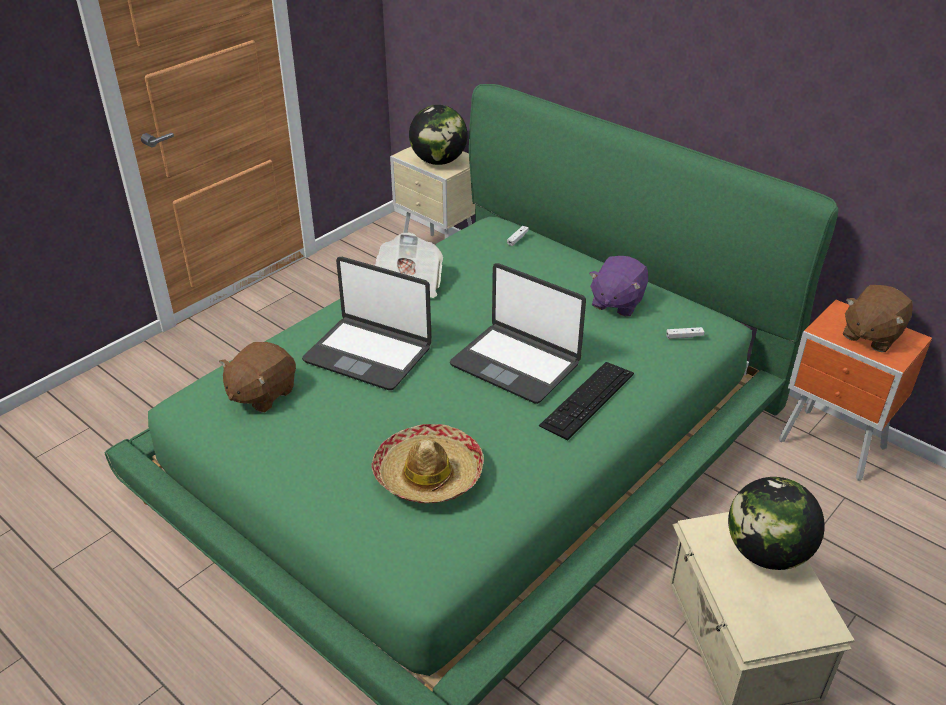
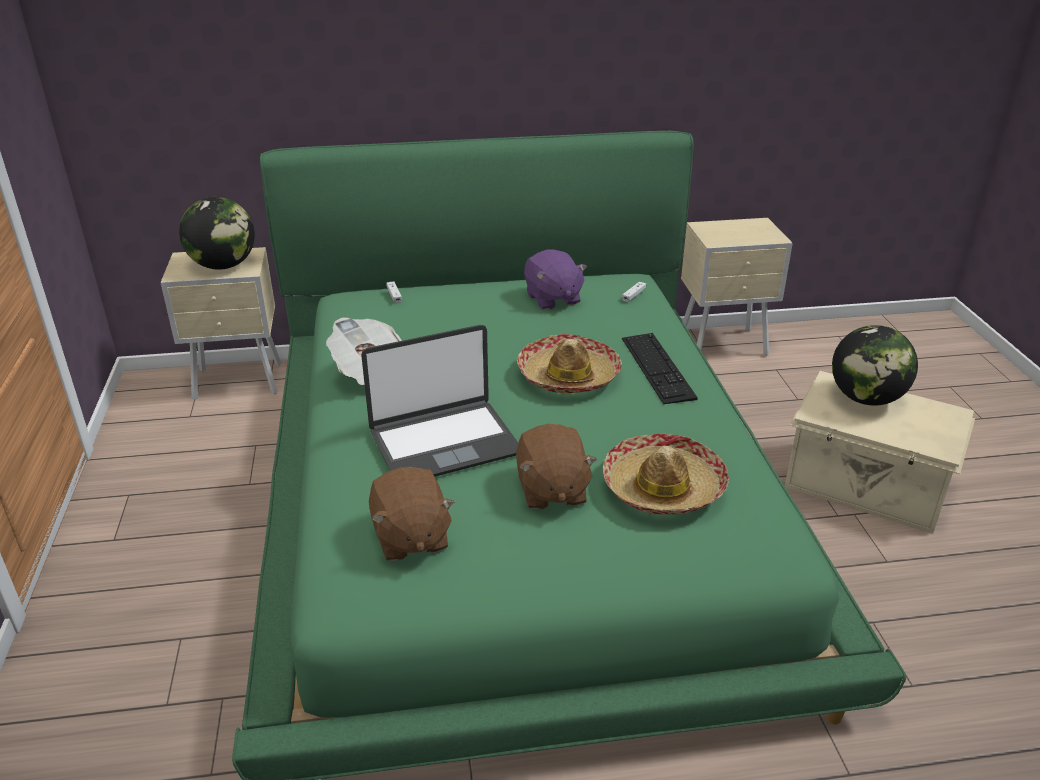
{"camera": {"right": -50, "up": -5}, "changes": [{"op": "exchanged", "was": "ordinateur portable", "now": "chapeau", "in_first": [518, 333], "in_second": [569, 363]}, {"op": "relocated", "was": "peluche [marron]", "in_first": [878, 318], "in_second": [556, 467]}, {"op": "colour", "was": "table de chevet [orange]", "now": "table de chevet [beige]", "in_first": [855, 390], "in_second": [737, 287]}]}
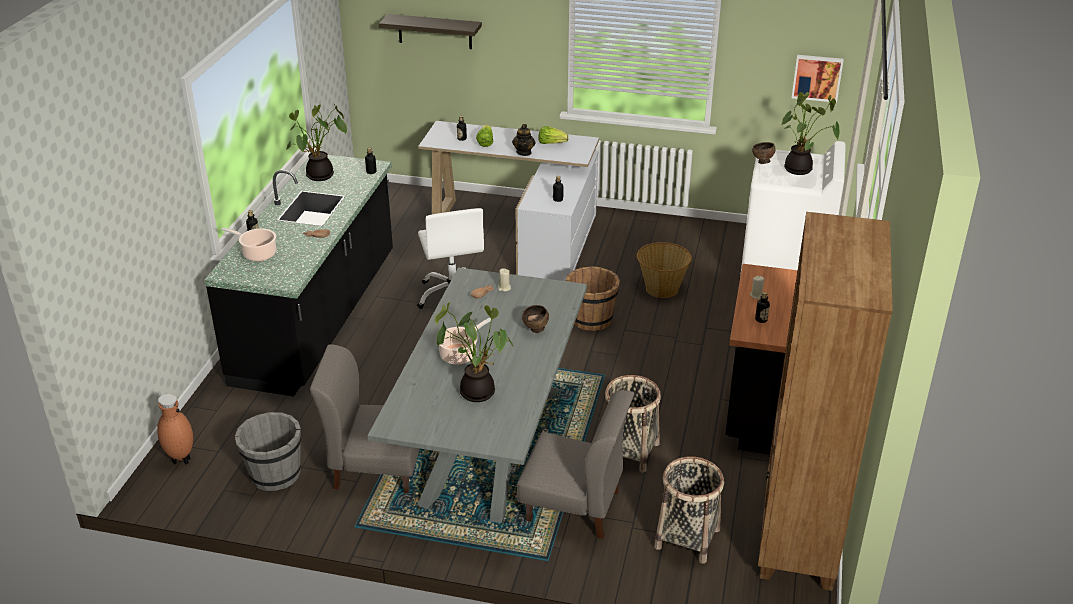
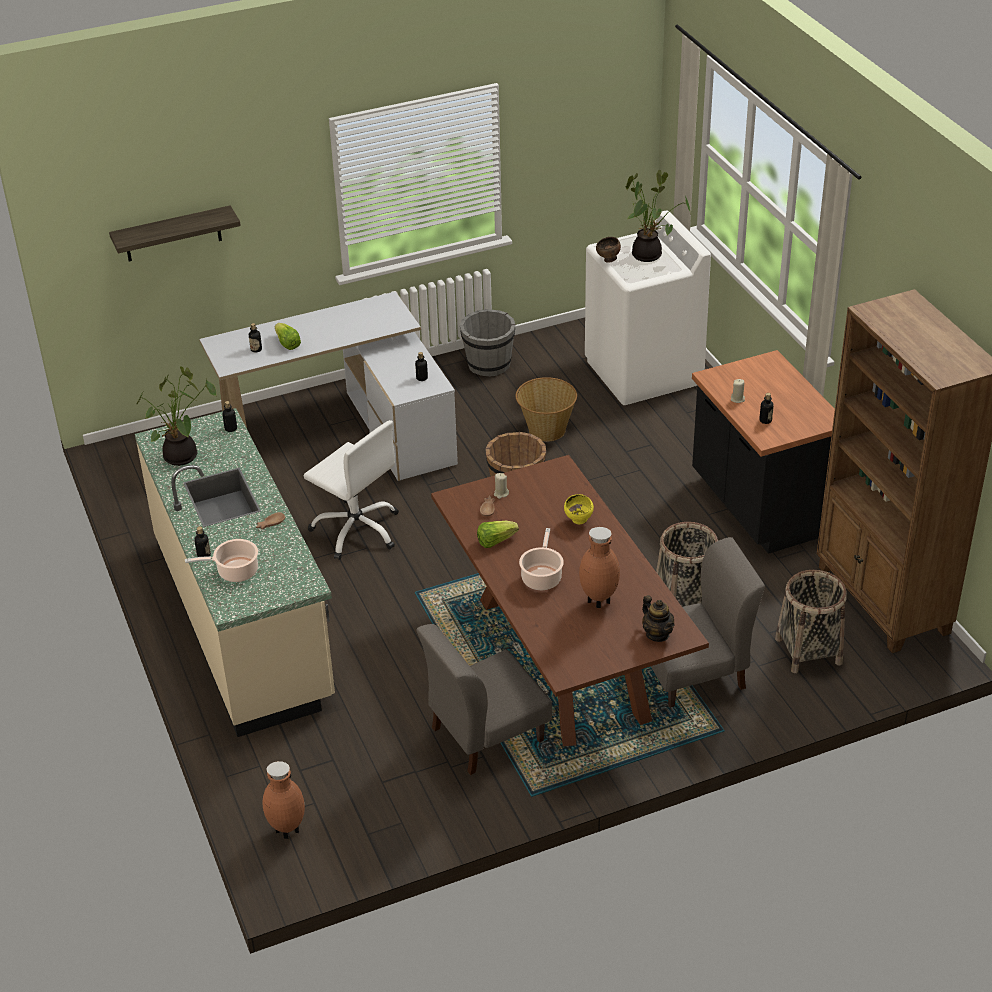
{"camera": {"right": -35, "up": 5}, "changes": [{"op": "missing", "was": "tableau", "in_first": [818, 79]}, {"op": "relocated", "was": "théière", "in_first": [523, 140], "in_second": [658, 618]}, {"op": "relocated", "was": "laitue", "in_first": [554, 135], "in_second": [498, 534]}, {"op": "colour", "was": "comptoir de cuisine [noir]", "now": "comptoir de cuisine [beige]", "in_first": [298, 276], "in_second": [235, 572]}, {"op": "colour", "was": "table à manger [gris]", "now": "table à manger [marron]", "in_first": [477, 395], "in_second": [570, 600]}, {"op": "exchanged", "was": "plante en pot", "now": "vase [marron]", "in_first": [475, 352], "in_second": [599, 567]}, {"op": "colour", "was": "bol [marron]", "now": "bol [jaune]", "in_first": [535, 319], "in_second": [579, 509]}, {"op": "relocated", "was": "seau [gris]", "in_first": [268, 451], "in_second": [488, 343]}]}
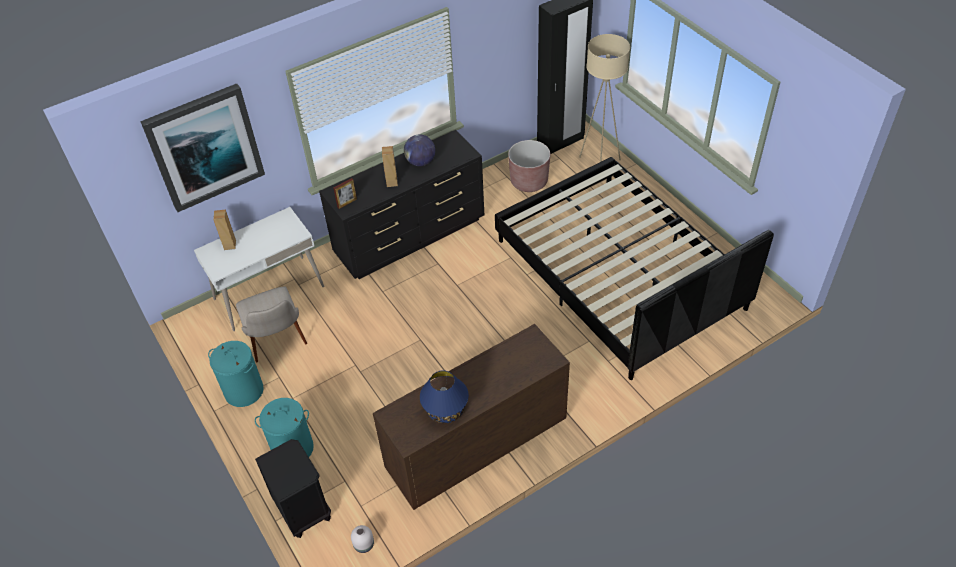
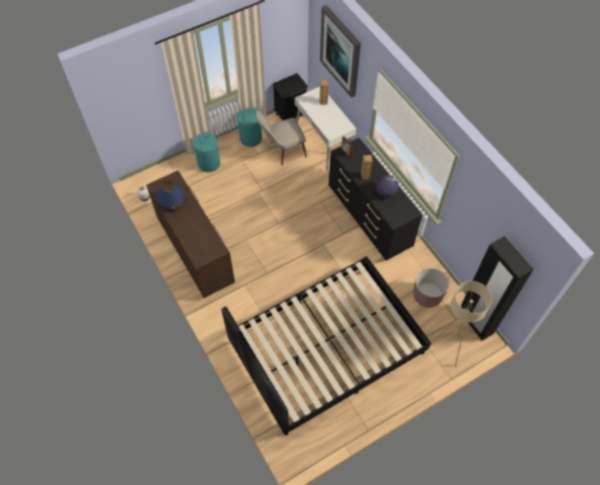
{"camera": {"right": 90, "up": 10}, "changes": [{"op": "relocated", "was": "table de chevet [noir]", "in_first": [293, 488], "in_second": [290, 97]}]}
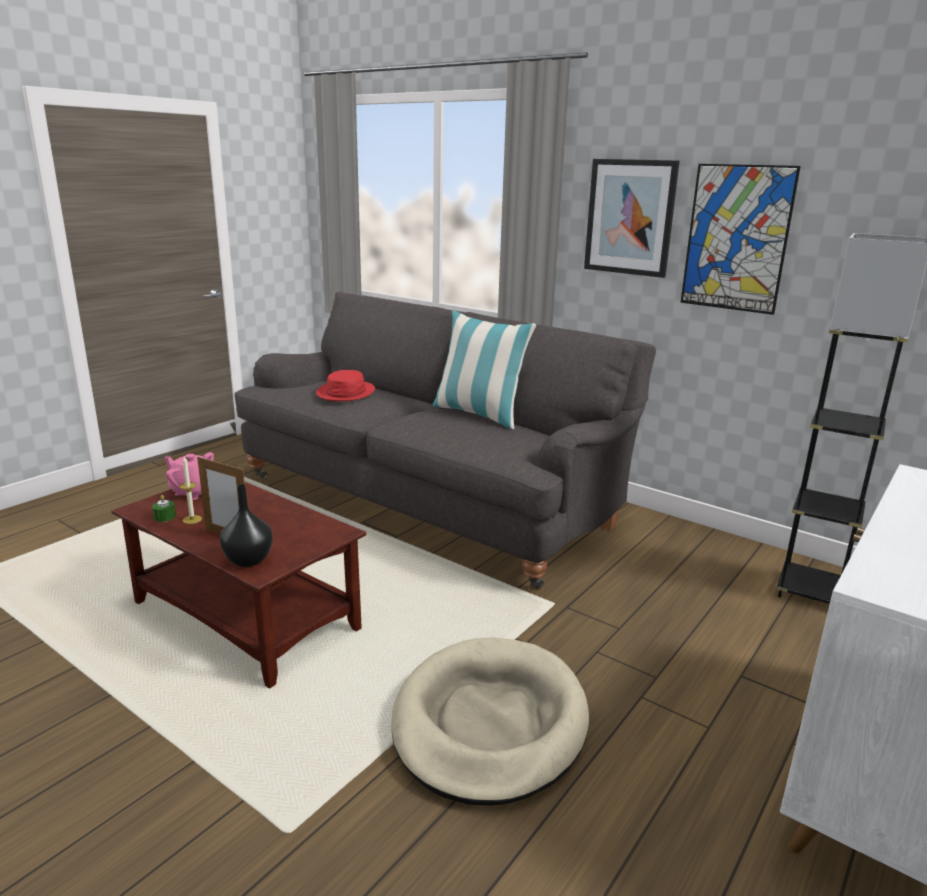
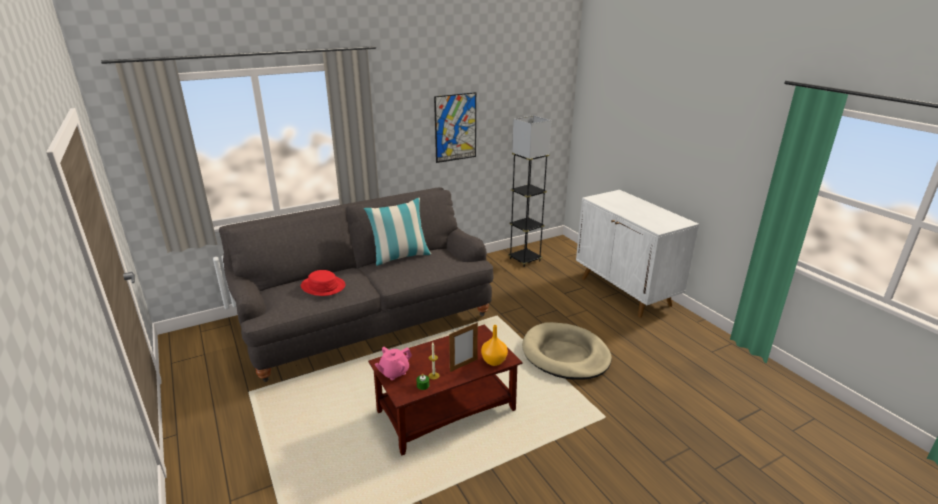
{"camera": {"right": -65, "up": 5}, "changes": [{"op": "missing", "was": "tableau", "in_first": [632, 218]}, {"op": "colour", "was": "vase [noir]", "now": "vase [orange]", "in_first": [246, 525], "in_second": [494, 345]}]}
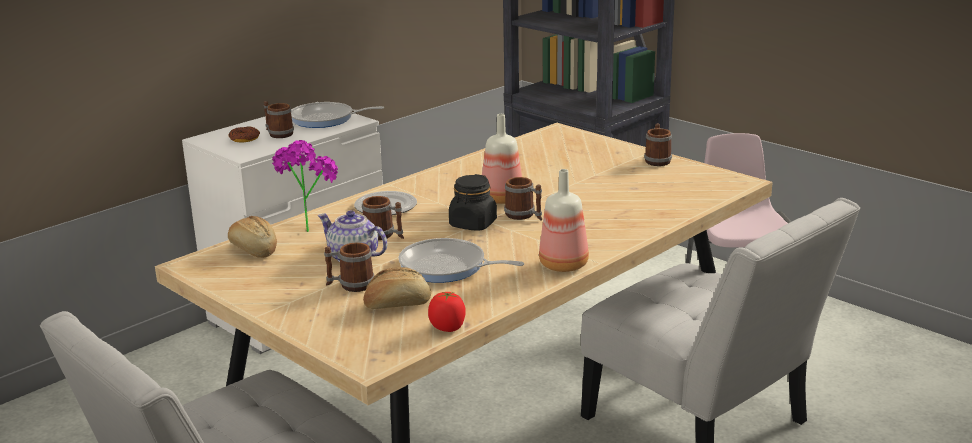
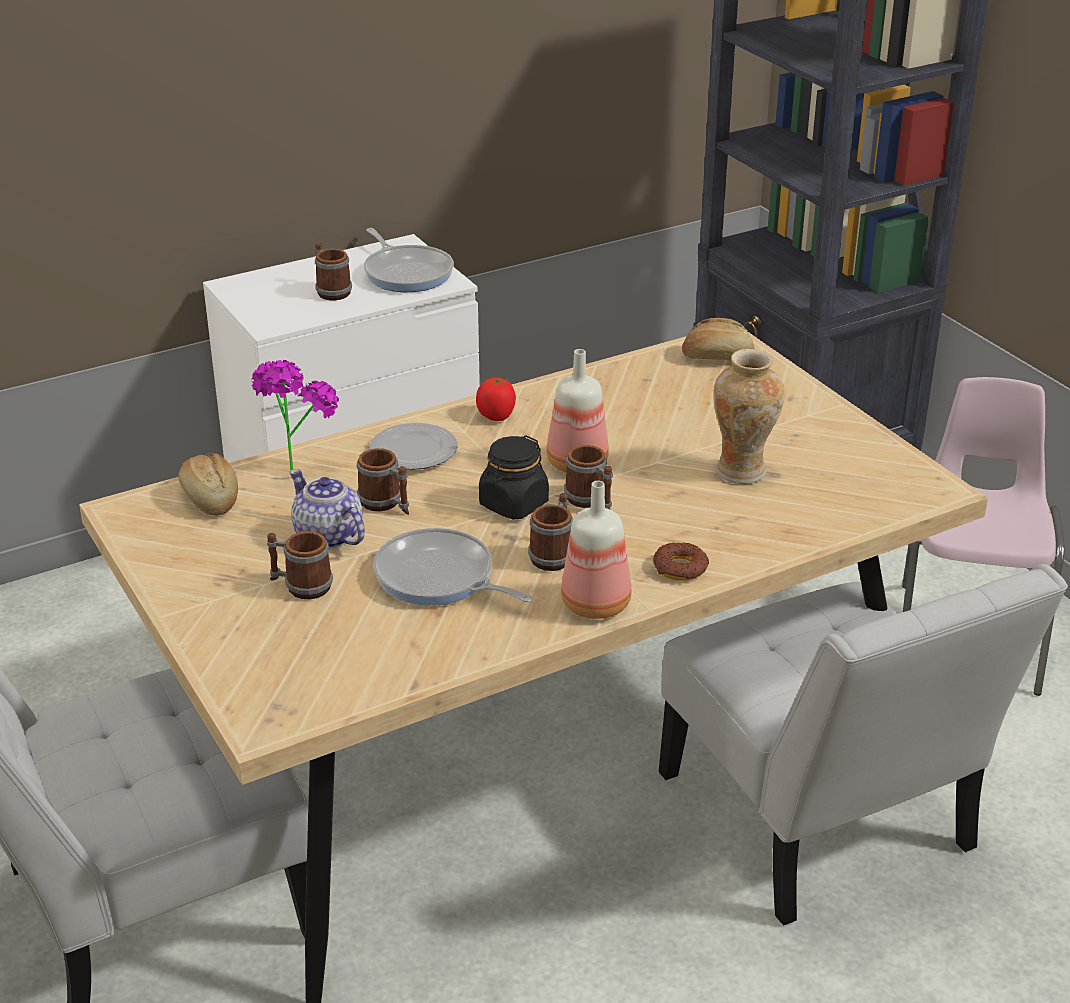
{"camera": {"right": 15, "up": 10}, "changes": [{"op": "spun", "was": "poêle", "in_first": [337, 115], "in_second": [409, 260], "clockwise": -135}, {"op": "relocated", "was": "mug", "in_first": [658, 144], "in_second": [550, 532]}, {"op": "relocated", "was": "beignet", "in_first": [244, 134], "in_second": [681, 562]}, {"op": "relocated", "was": "pain", "in_first": [397, 288], "in_second": [718, 339]}, {"op": "relocated", "was": "tomate", "in_first": [447, 312], "in_second": [496, 399]}, {"op": "appeared", "now": "vase", "in_second": [749, 416]}]}
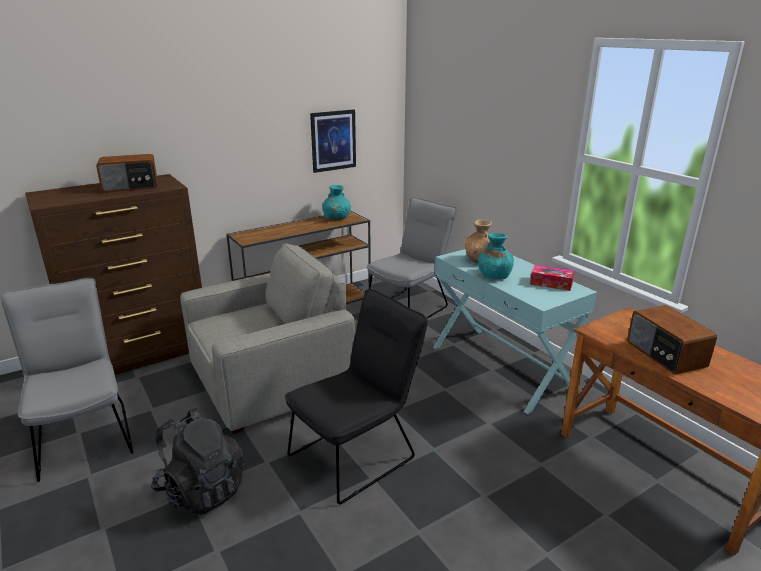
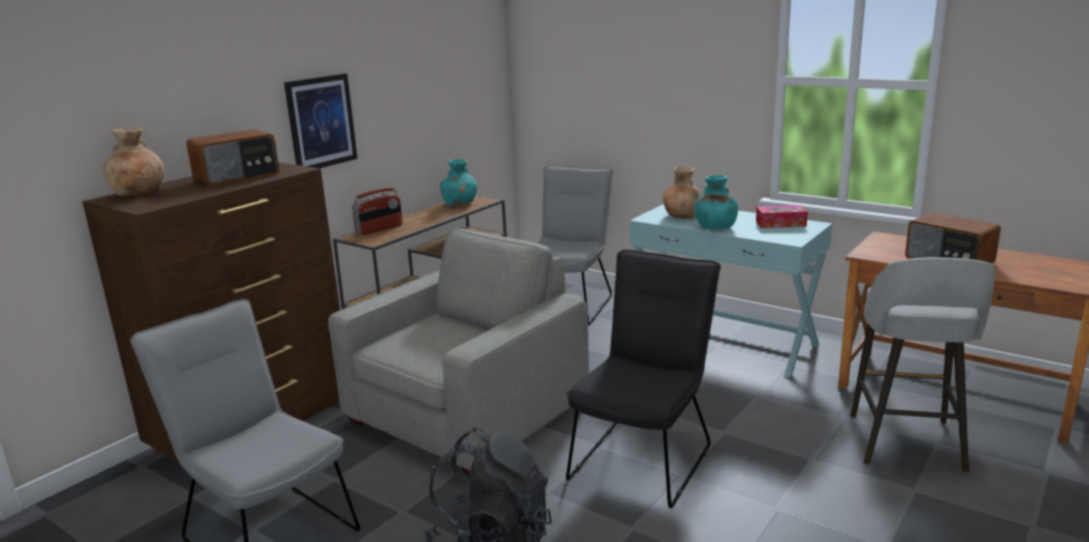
{"camera": {"right": -20, "up": -5}, "changes": [{"op": "relocated", "was": "tableau", "in_first": [333, 141], "in_second": [321, 120]}, {"op": "appeared", "now": "vase [marron]", "in_second": [133, 161]}, {"op": "appeared", "now": "radio", "in_second": [377, 211]}, {"op": "appeared", "now": "tabouret [gris]", "in_second": [923, 365]}]}
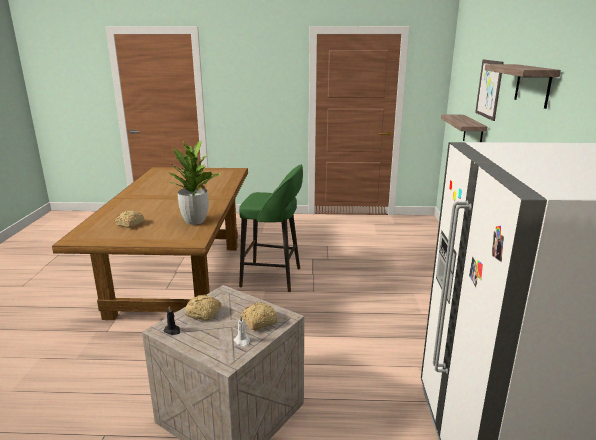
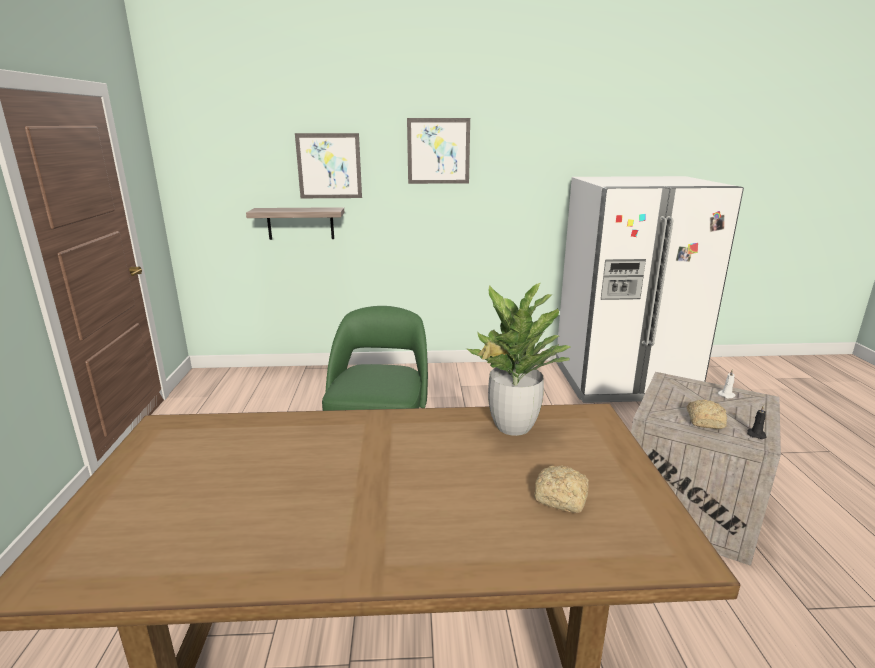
{"camera": {"right": -95, "up": 0}, "changes": [{"op": "exchanged", "was": "étagère", "now": "tableau", "in_first": [523, 86], "in_second": [438, 151]}, {"op": "missing", "was": "pain", "in_first": [259, 316]}]}
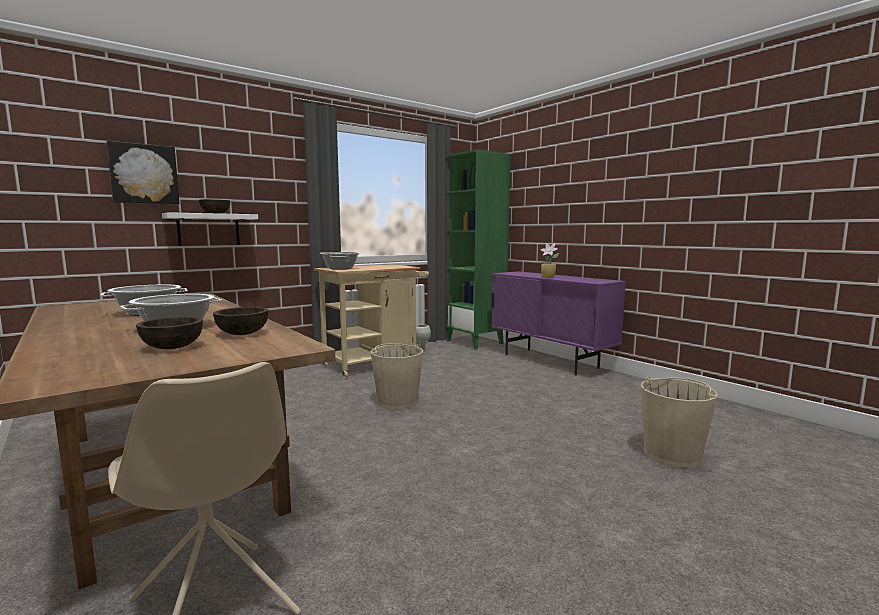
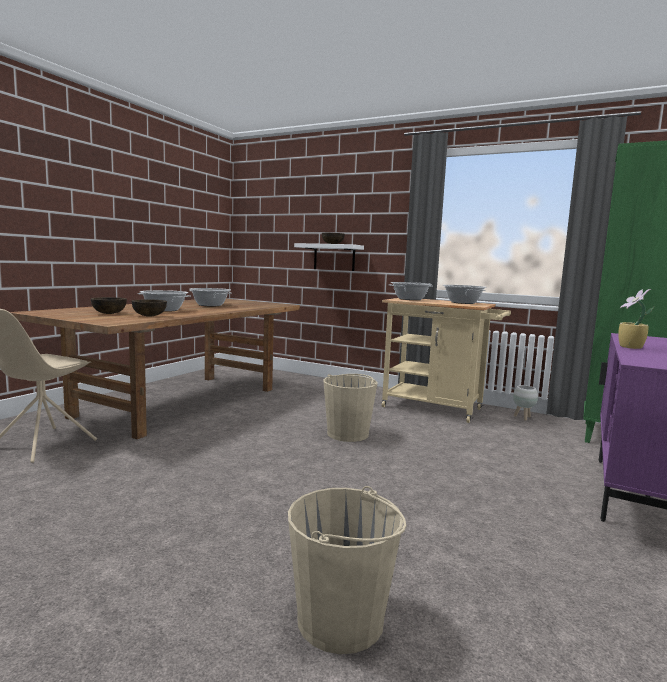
{"camera": {"right": 65, "up": 0}, "changes": [{"op": "missing", "was": "tableau", "in_first": [143, 172]}, {"op": "appeared", "now": "marmite", "in_second": [465, 294]}]}
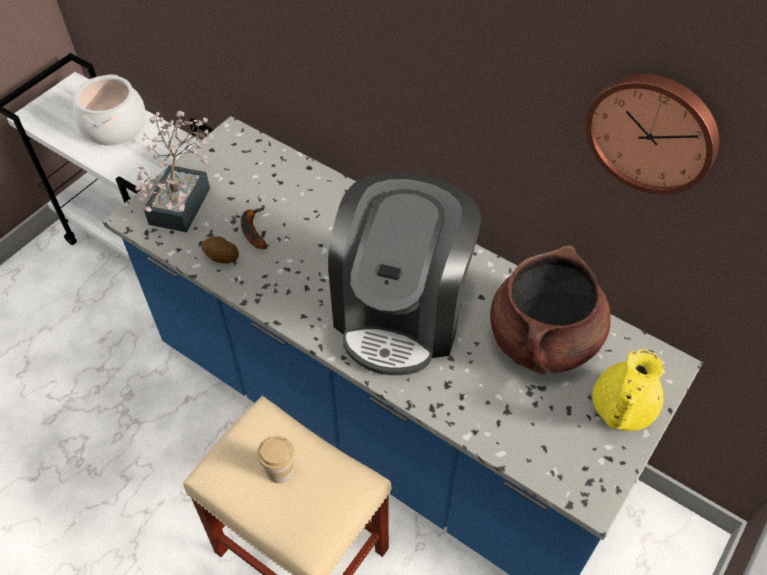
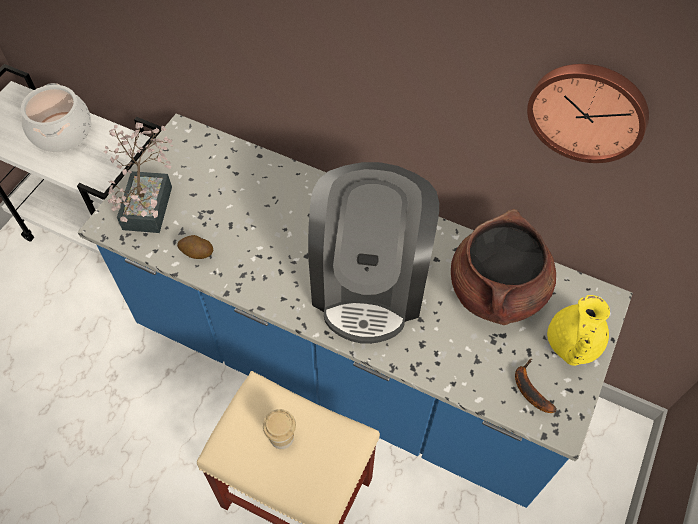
{"camera": {"right": -10, "up": 5}, "changes": [{"op": "relocated", "was": "banane", "in_first": [254, 227], "in_second": [536, 385]}]}
